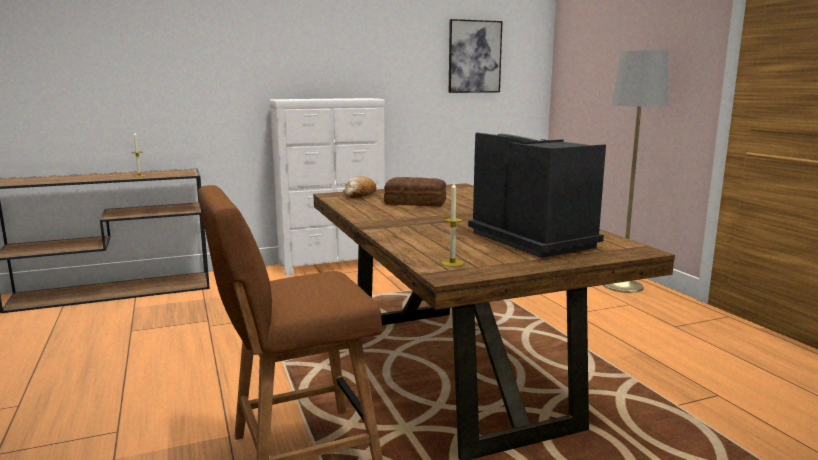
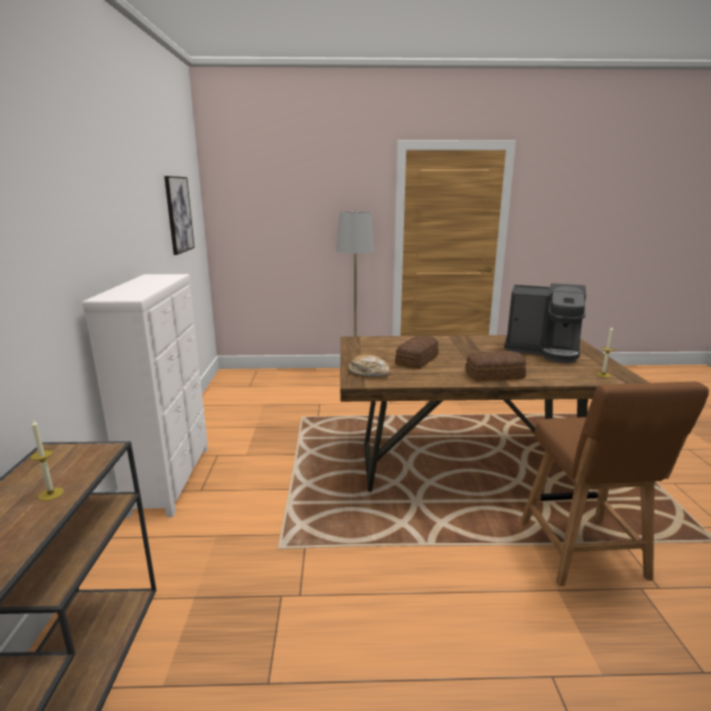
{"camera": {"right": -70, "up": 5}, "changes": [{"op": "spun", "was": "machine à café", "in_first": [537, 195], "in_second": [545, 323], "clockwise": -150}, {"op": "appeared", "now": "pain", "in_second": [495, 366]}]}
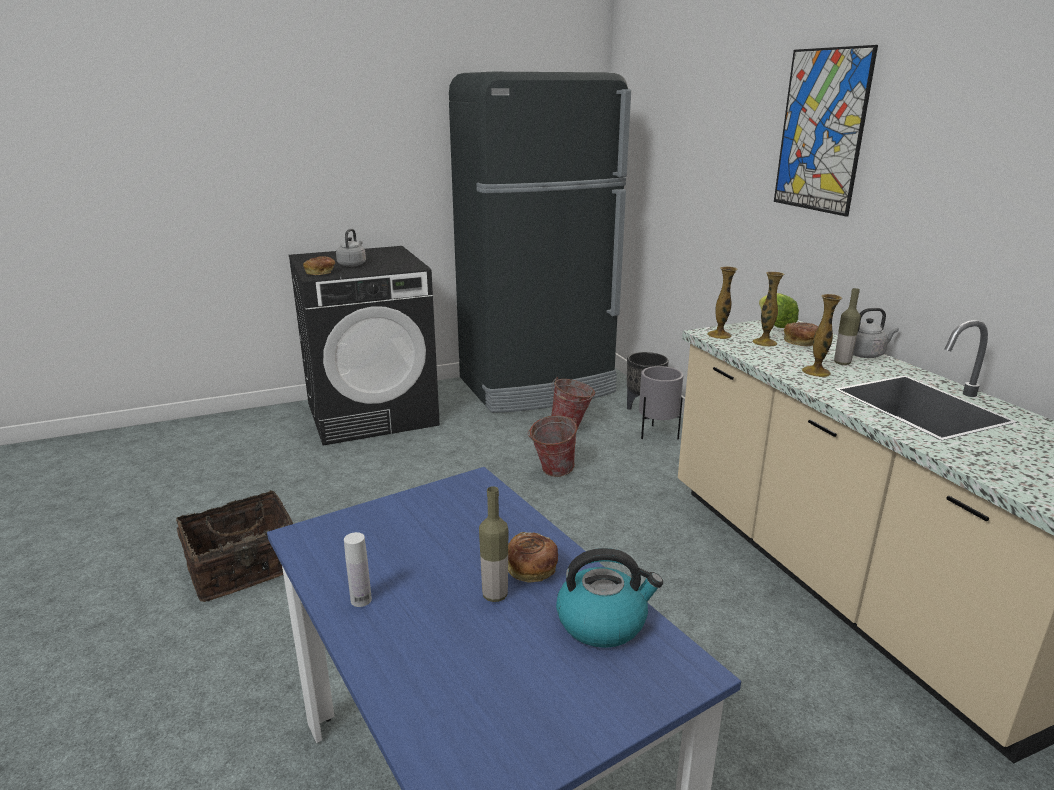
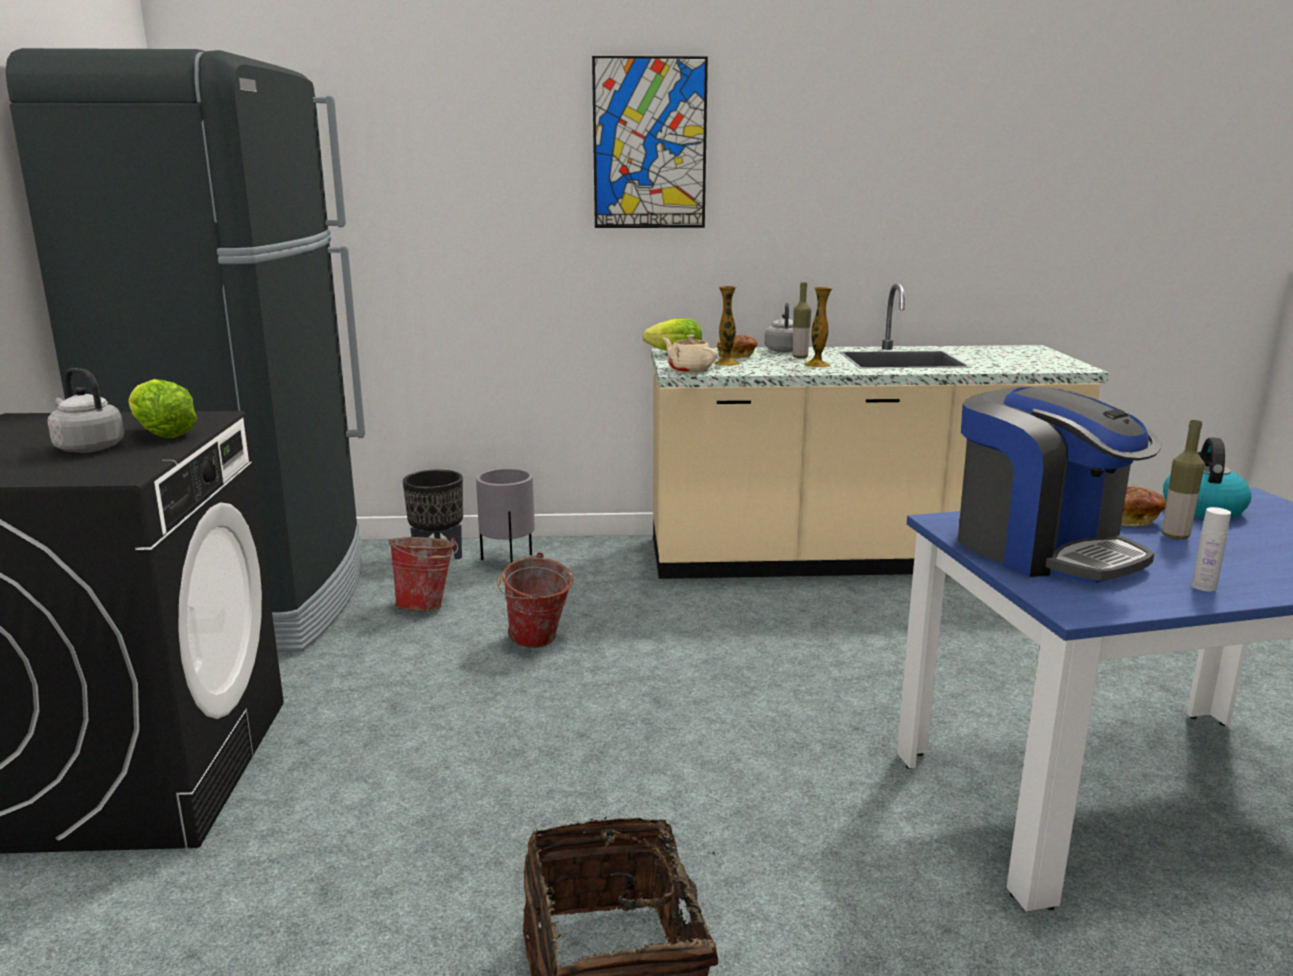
{"camera": {"right": -70, "up": -5}, "changes": [{"op": "missing", "was": "pain", "in_first": [319, 265]}, {"op": "exchanged", "was": "vase", "now": "théière [beige]", "in_first": [722, 302], "in_second": [690, 354]}, {"op": "appeared", "now": "laitue", "in_second": [162, 408]}, {"op": "appeared", "now": "machine à café", "in_second": [1059, 485]}]}
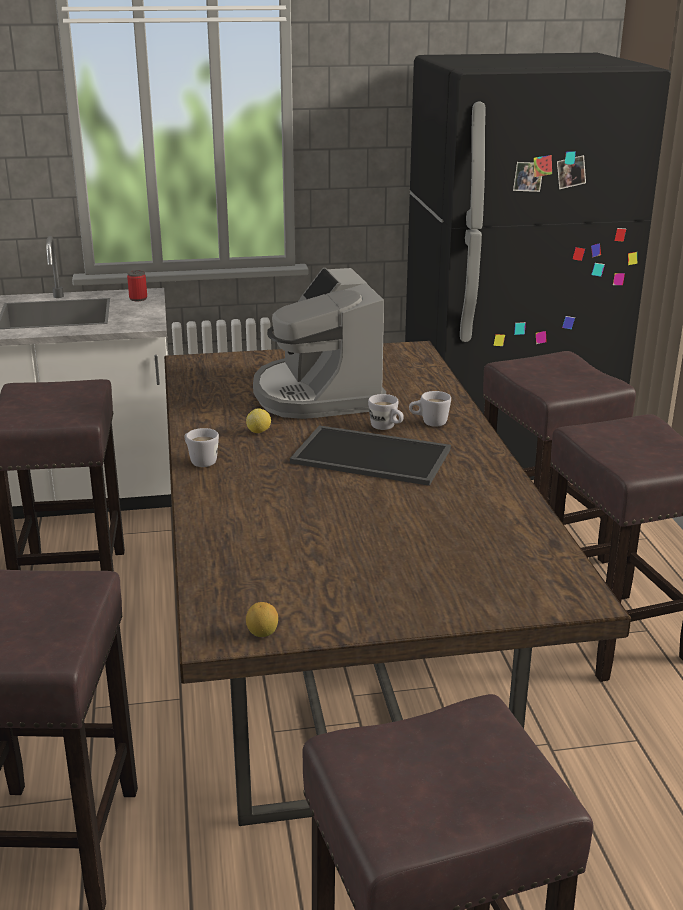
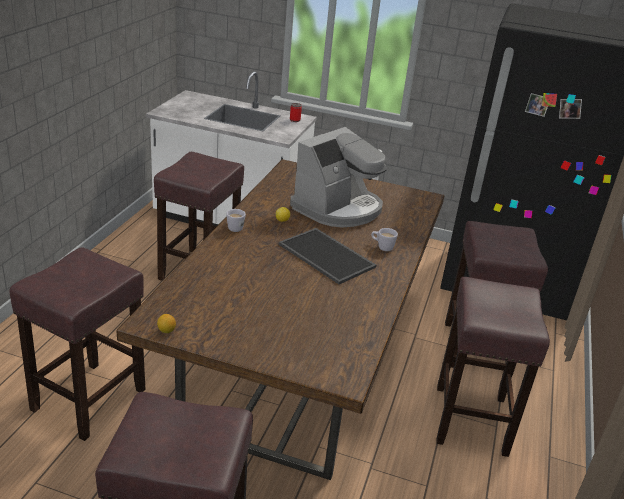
{"camera": {"right": 25, "up": 5}, "changes": [{"op": "spun", "was": "machine à café", "in_first": [319, 343], "in_second": [338, 177], "clockwise": -150}, {"op": "missing", "was": "mug [blanc]", "in_first": [386, 412]}]}
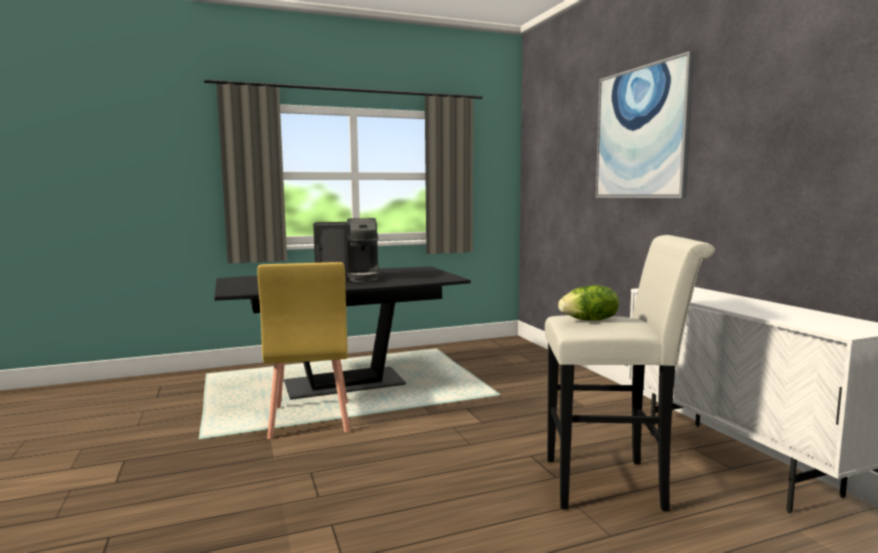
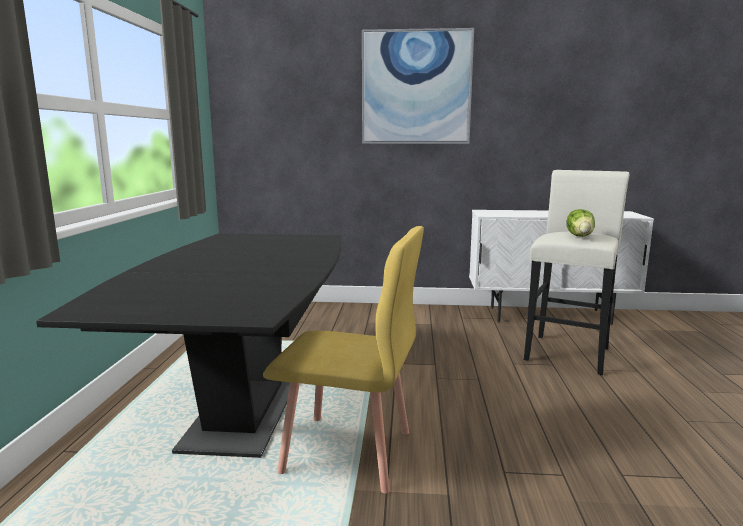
{"camera": {"right": -65, "up": 5}, "changes": [{"op": "missing", "was": "machine à café", "in_first": [346, 250]}]}
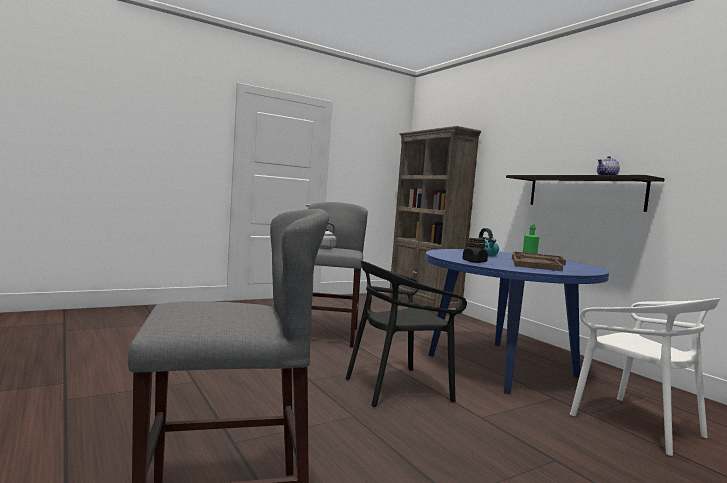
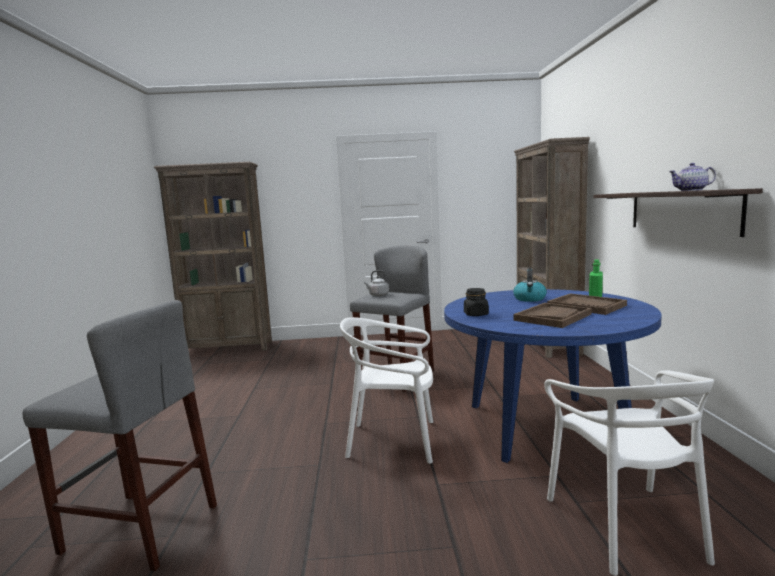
{"camera": {"right": 30, "up": 5}, "changes": [{"op": "colour", "was": "chaise [noir]", "now": "chaise [blanc]", "in_first": [406, 334], "in_second": [386, 390]}, {"op": "appeared", "now": "bibliothèque [marron]", "in_second": [213, 256]}]}
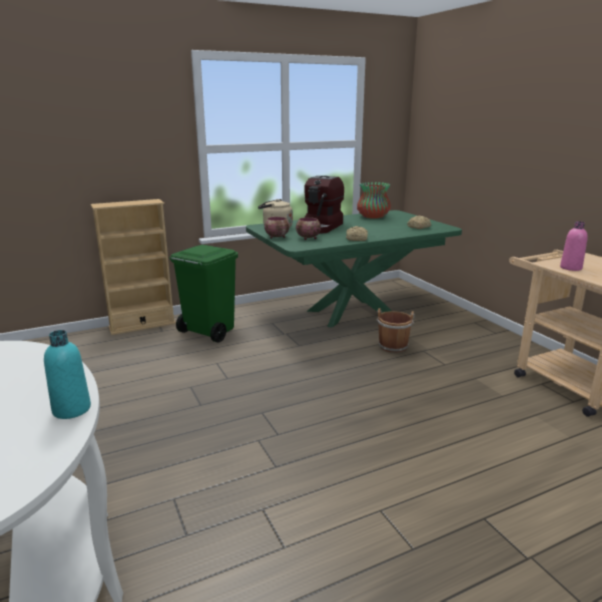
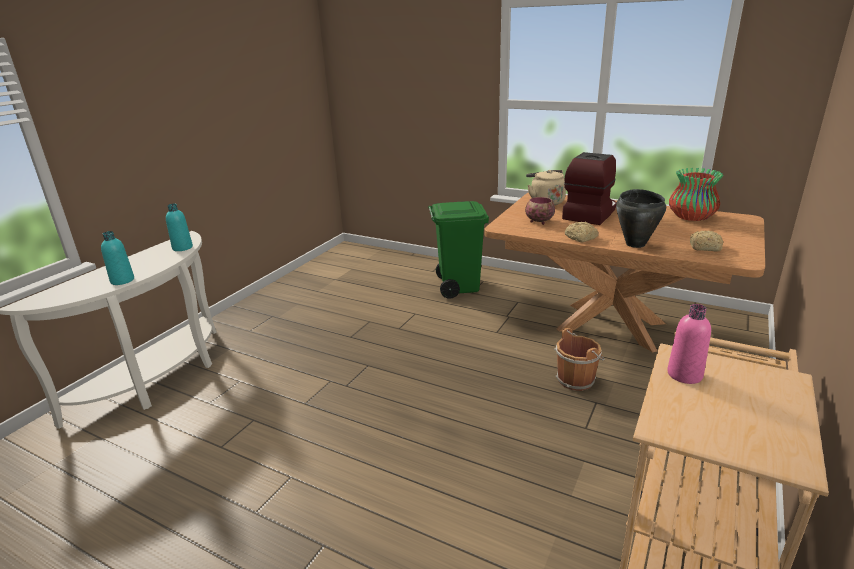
{"camera": {"right": 55, "up": 5}, "changes": [{"op": "spun", "was": "machine à café", "in_first": [324, 205], "in_second": [589, 188], "clockwise": 135}, {"op": "missing", "was": "bibliothèque [beige]", "in_first": [133, 267]}, {"op": "colour", "was": "table à manger [vert]", "now": "table à manger [marron]", "in_first": [354, 269], "in_second": [624, 272]}, {"op": "missing", "was": "bol", "in_first": [276, 228]}, {"op": "appeared", "now": "marmite [noir]", "in_second": [641, 218]}, {"op": "appeared", "now": "bouteille [turquoise]", "in_second": [179, 227]}]}
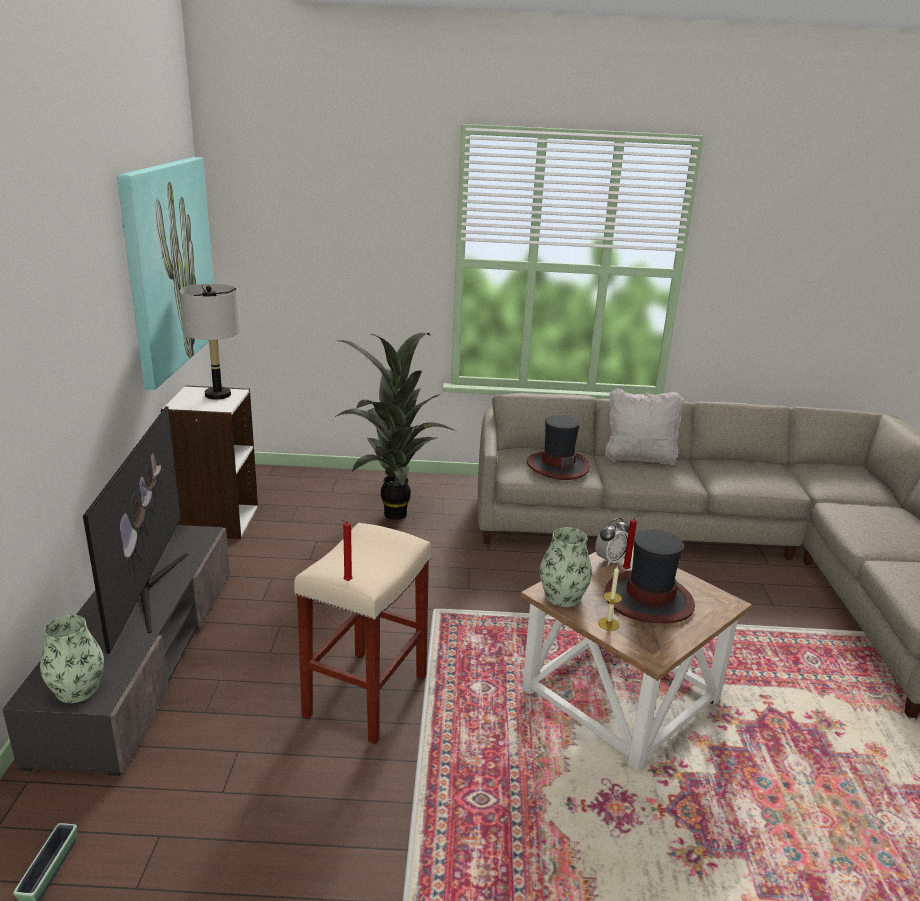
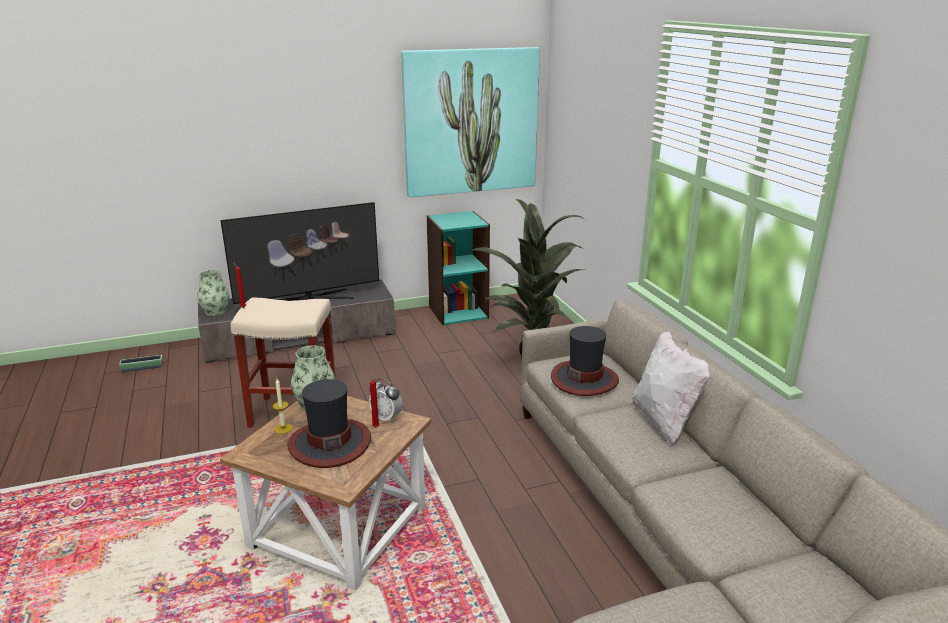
{"camera": {"right": 70, "up": 0}, "changes": [{"op": "missing", "was": "lampe de table [gris]", "in_first": [210, 341]}, {"op": "colour", "was": "bibliothèque [blanc]", "now": "bibliothèque [turquoise]", "in_first": [209, 462], "in_second": [458, 268]}]}
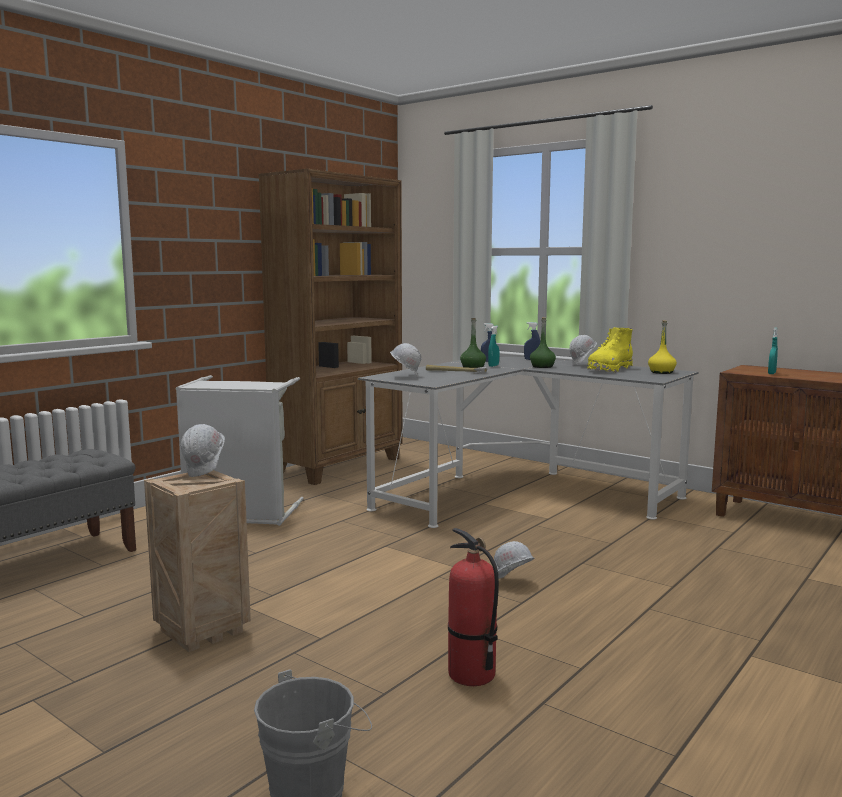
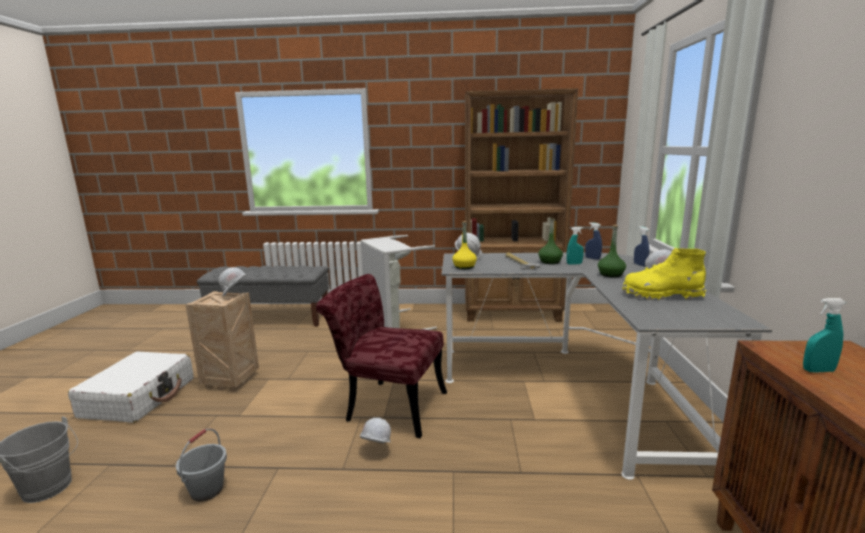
{"camera": {"right": 55, "up": 5}, "changes": [{"op": "relocated", "was": "bouteille [jaune]", "in_first": [662, 347], "in_second": [464, 245]}, {"op": "exchanged", "was": "extincteur", "now": "seau [gris]", "in_first": [473, 607], "in_second": [201, 465]}, {"op": "appeared", "now": "chaise [rouge]", "in_second": [381, 356]}, {"op": "appeared", "now": "valise [blanc]", "in_second": [131, 387]}]}
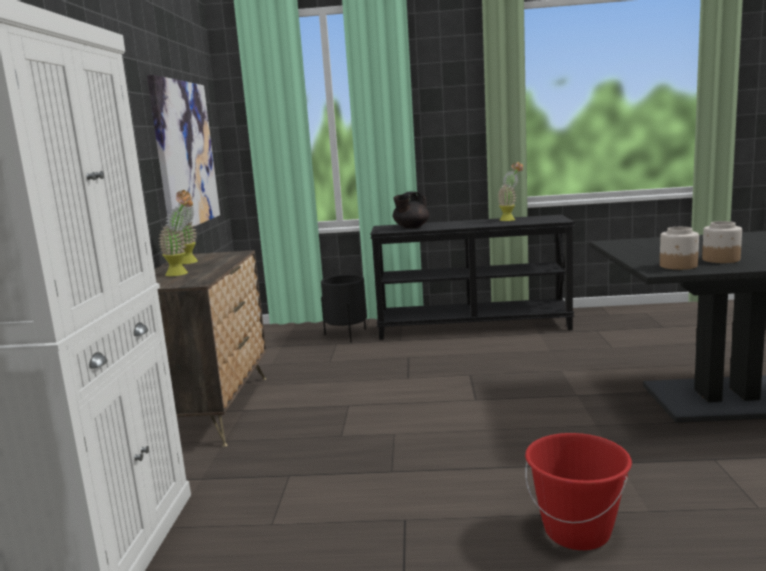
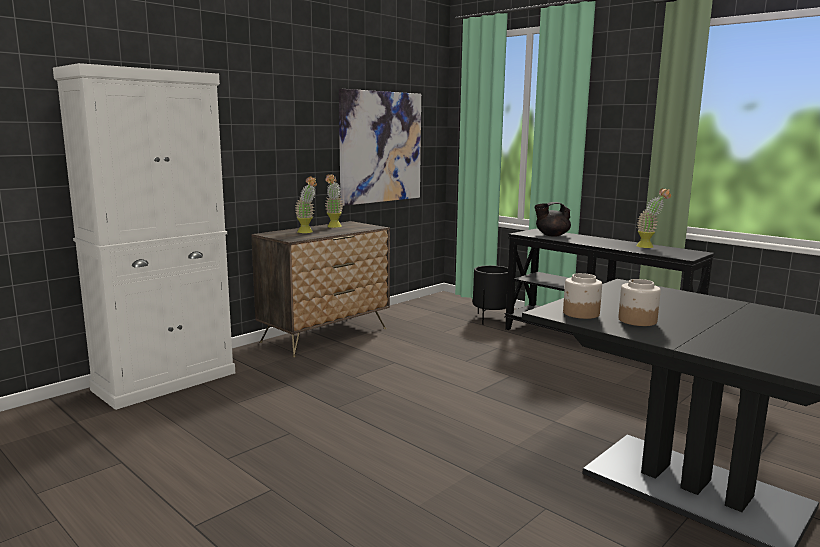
{"camera": {"right": 40, "up": 0}, "changes": [{"op": "missing", "was": "seau [rouge]", "in_first": [578, 491]}]}
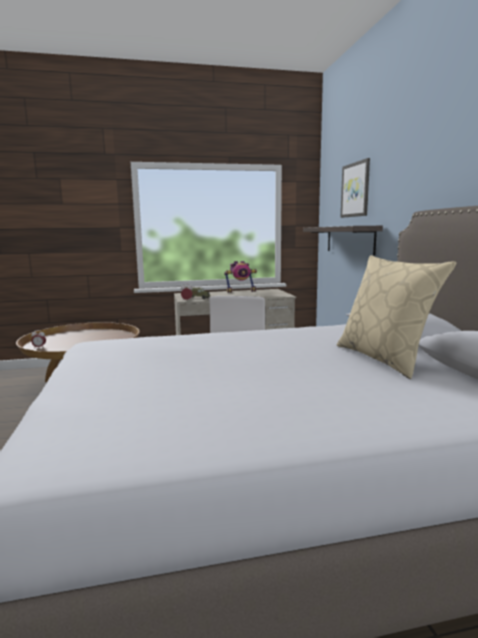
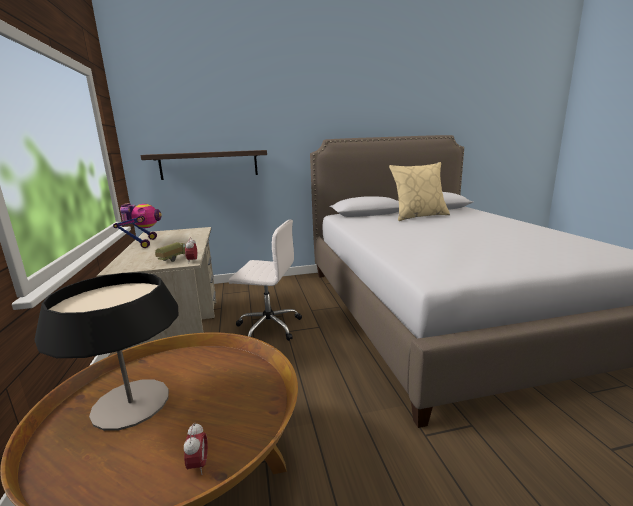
{"camera": {"right": -90, "up": 5}, "changes": [{"op": "missing", "was": "tableau", "in_first": [355, 188]}, {"op": "appeared", "now": "lampe de table", "in_second": [106, 351]}]}
